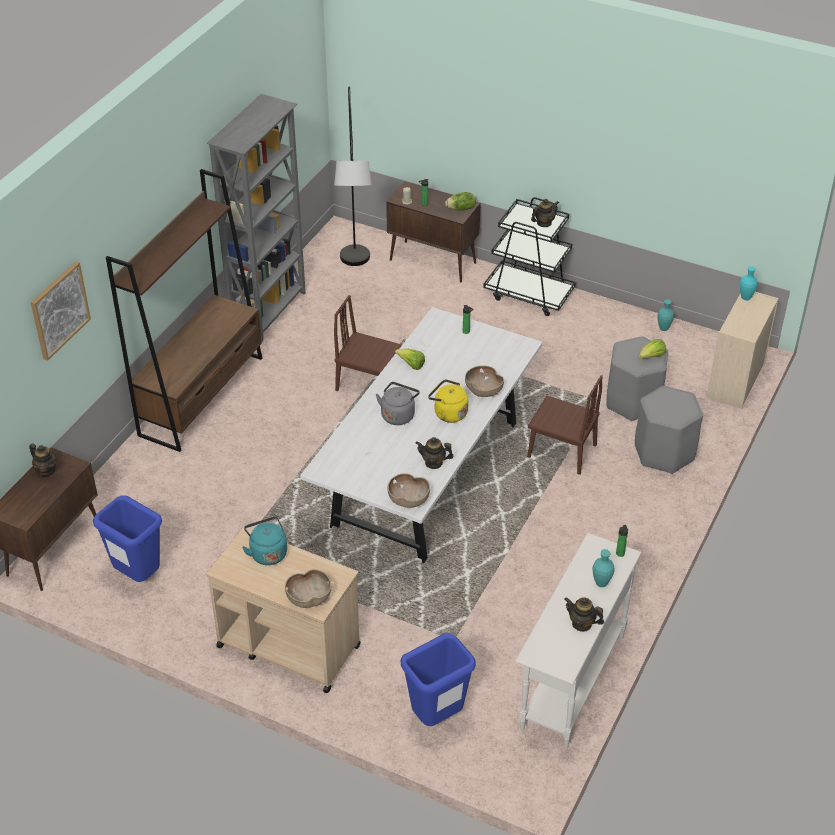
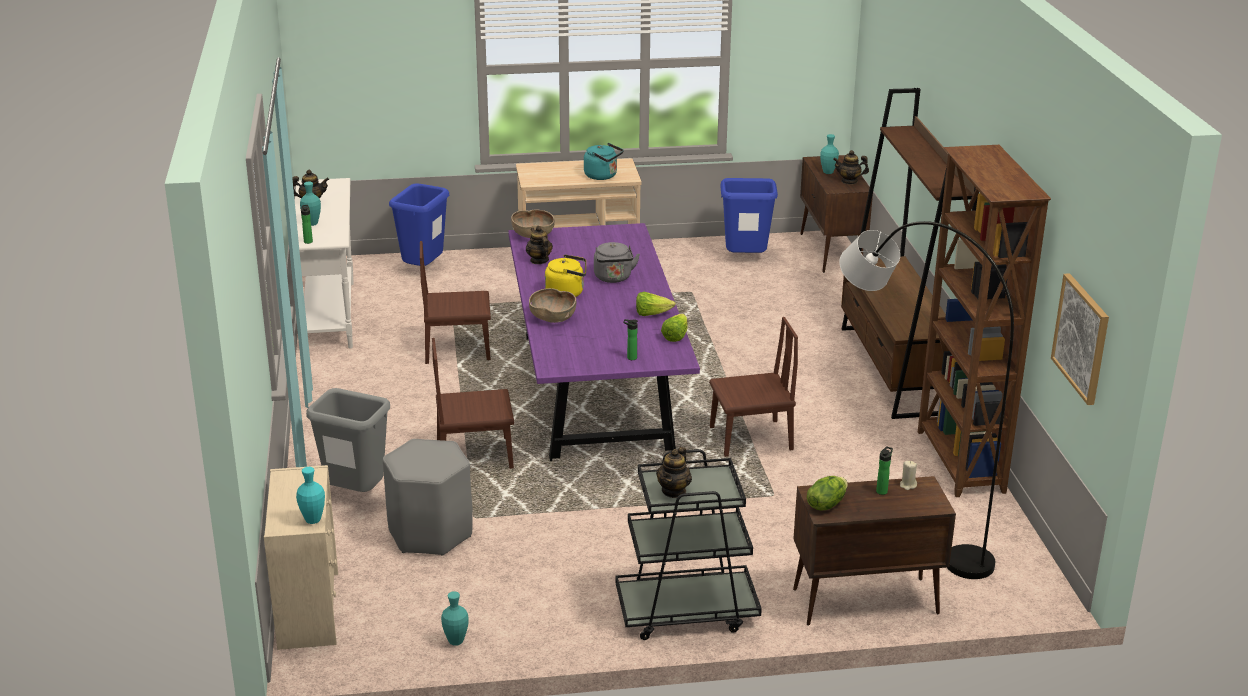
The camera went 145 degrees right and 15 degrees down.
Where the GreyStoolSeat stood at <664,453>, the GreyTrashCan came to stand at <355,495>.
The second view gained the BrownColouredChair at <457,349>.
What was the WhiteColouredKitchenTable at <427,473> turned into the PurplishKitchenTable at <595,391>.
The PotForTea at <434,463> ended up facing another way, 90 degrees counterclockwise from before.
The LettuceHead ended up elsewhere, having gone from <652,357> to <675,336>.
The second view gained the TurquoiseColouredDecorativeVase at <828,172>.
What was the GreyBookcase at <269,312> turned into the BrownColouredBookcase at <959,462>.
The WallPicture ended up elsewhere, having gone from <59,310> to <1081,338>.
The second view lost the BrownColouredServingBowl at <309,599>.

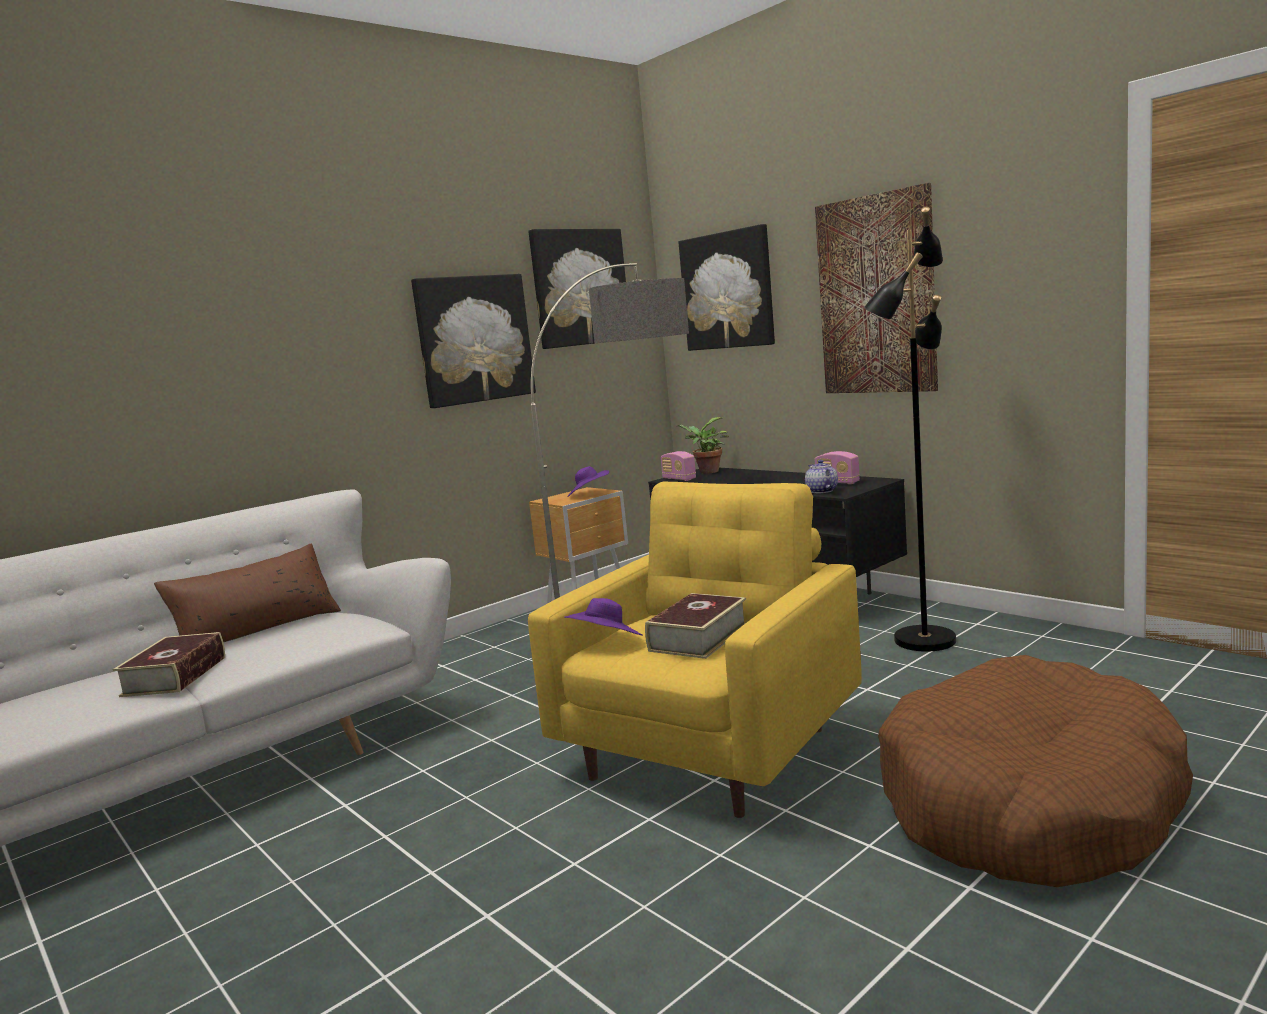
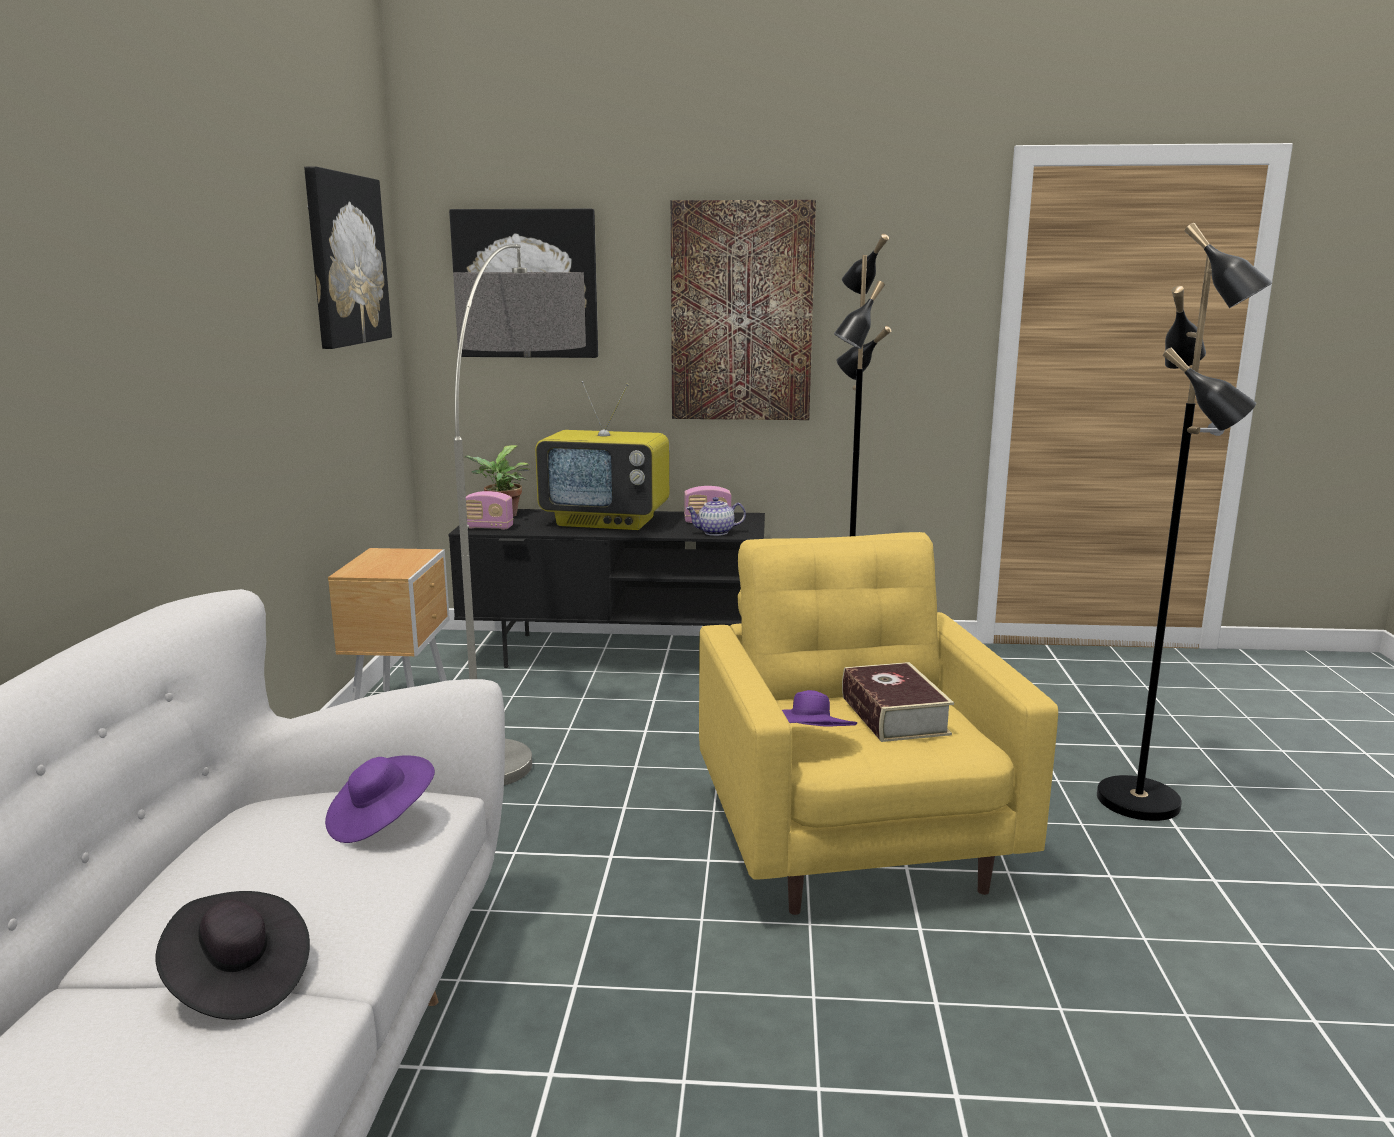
The camera went 45 degrees left and 5 degrees up.
Where the Book stood at <175,676>, the BlackColouredClothingHat came to stand at <237,981>.
The PurplishClothingHat ended up elsewhere, having gone from <588,494> to <380,821>.
The second view gained the TvSet at <607,521>.
The PotForTea at <821,491> ended up facing another way, 45 degrees counterclockwise from before.
Where the BrownColouredPetBed stood at <1028,804>, the BlackColouredStandingLamp came to stand at <1141,801>.
The second view lost the BrownColouredThrowPillow at <258,631>.
The second view lost the WallPicture at <474,339>.

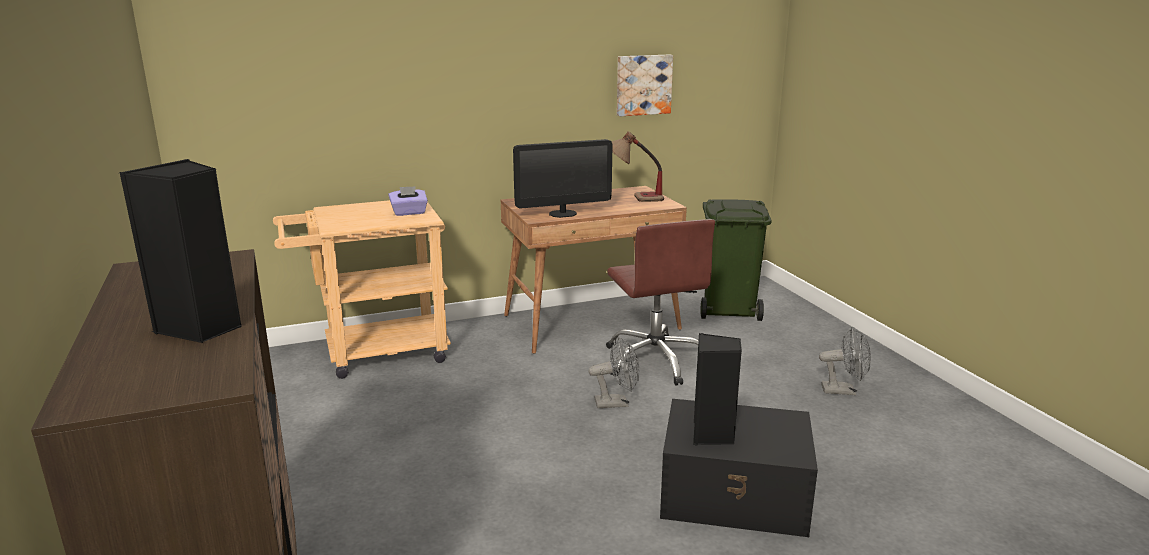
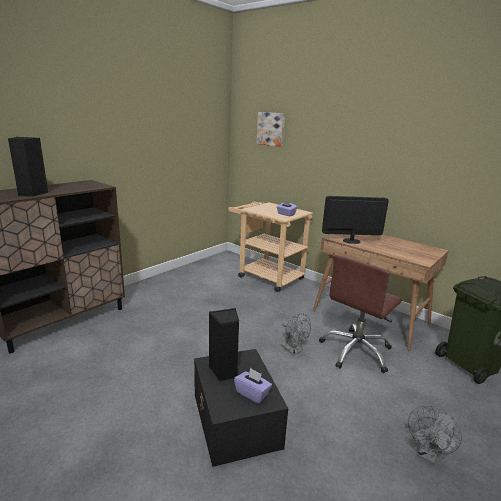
The camera went 60 degrees right and 0 degrees up.
The second view gained the PurplishBoxOfTissues at <252,393>.
The WallPicture ended up elsewhere, having gone from <643,84> to <271,129>.
The ComputerDisplay at <562,213> ended up facing another way, 135 degrees clockwise from before.
The GreyElectricFan at <844,390> ended up facing another way, 60 degrees clockwise from before.
The second view lost the TabletopLamp at <633,199>.

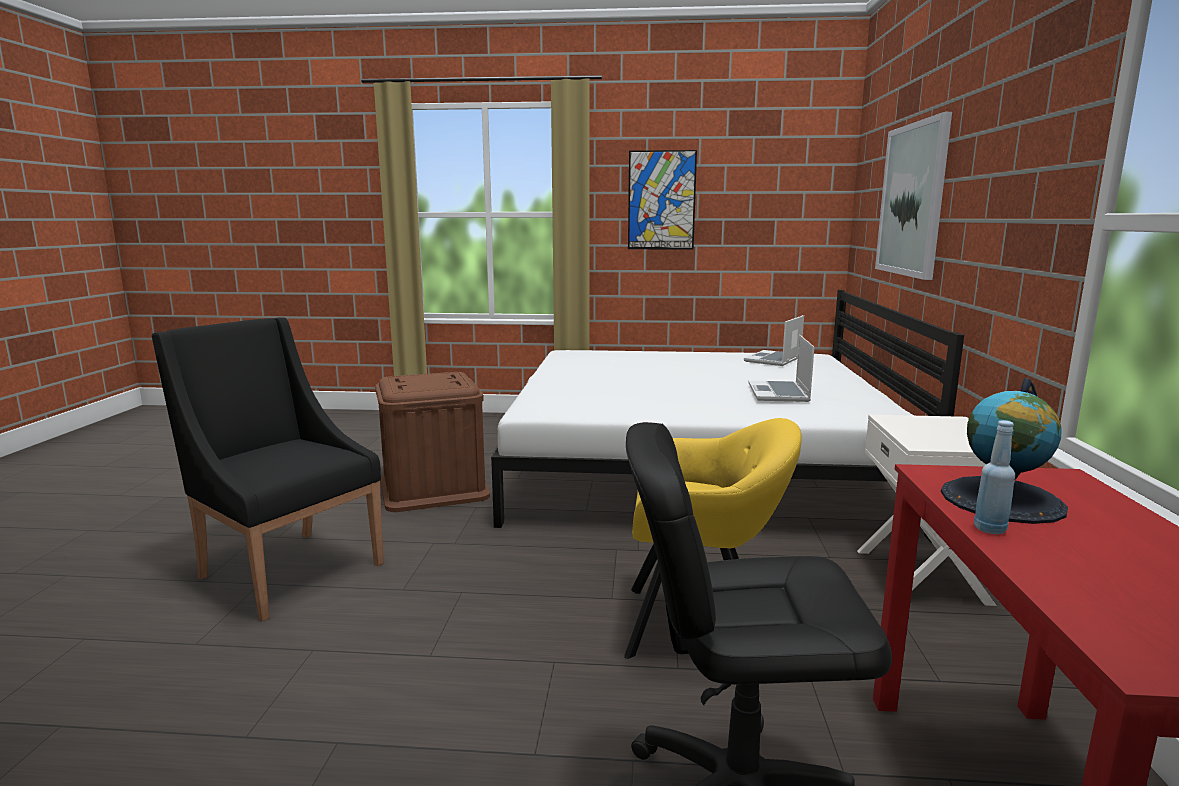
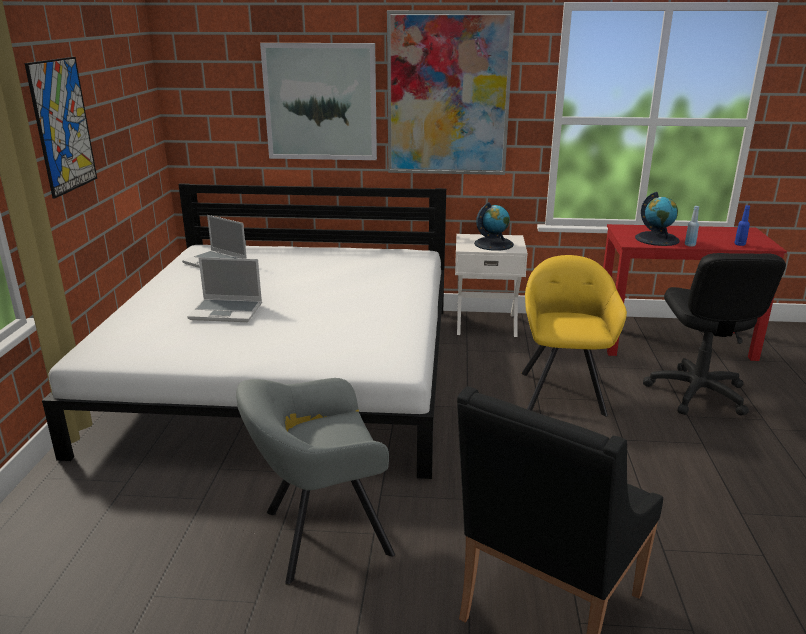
The camera went 90 degrees left and 10 degrees up.
The Laptop ended up elsewhere, having gone from <779,393> to <227,311>.
Where the BrownColouredStorageBin stood at <433,488>, the GreyLoungeChair came to stand at <320,534>.
The second view gained the WallPicture at <448,95>.
The second view gained the DeskGlobe at <493,244>.
The second view gained the BluishBeverageBottle at <739,244>.

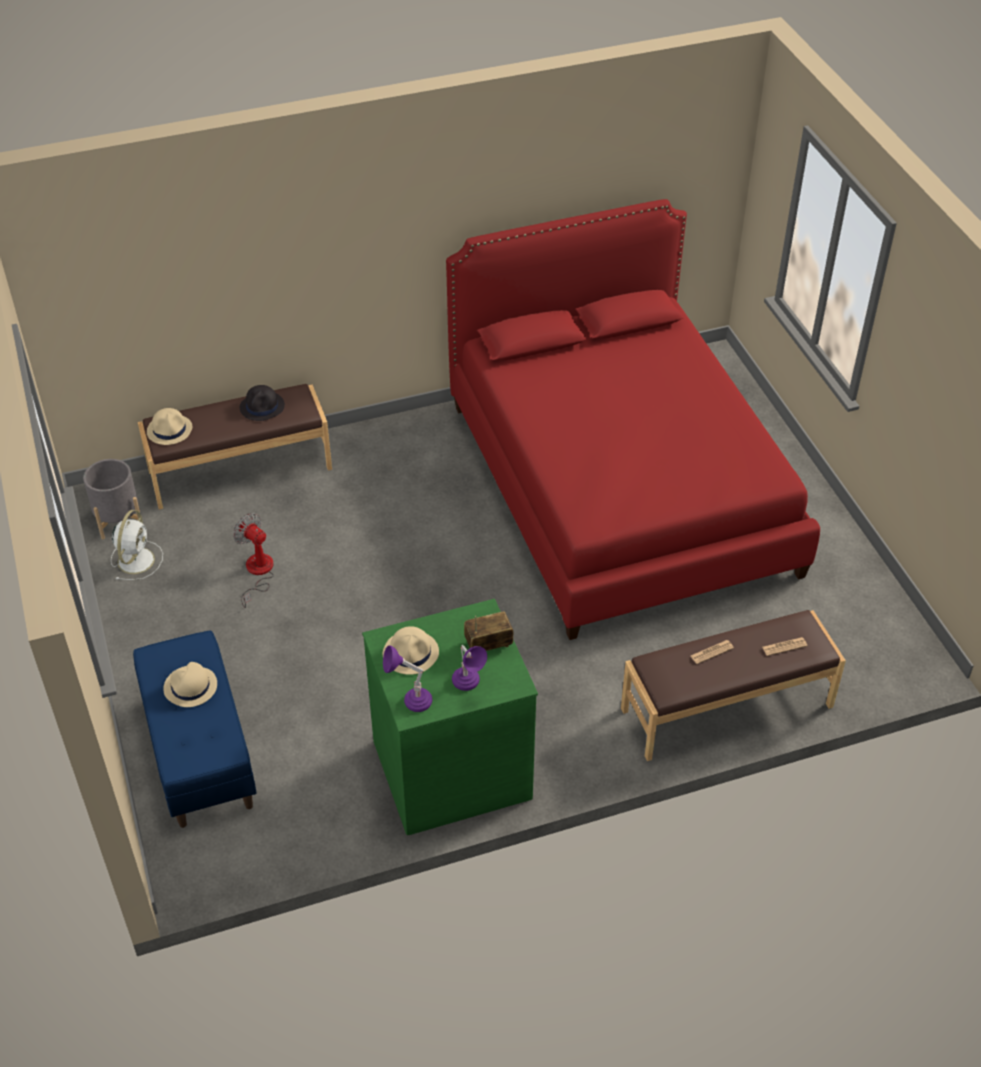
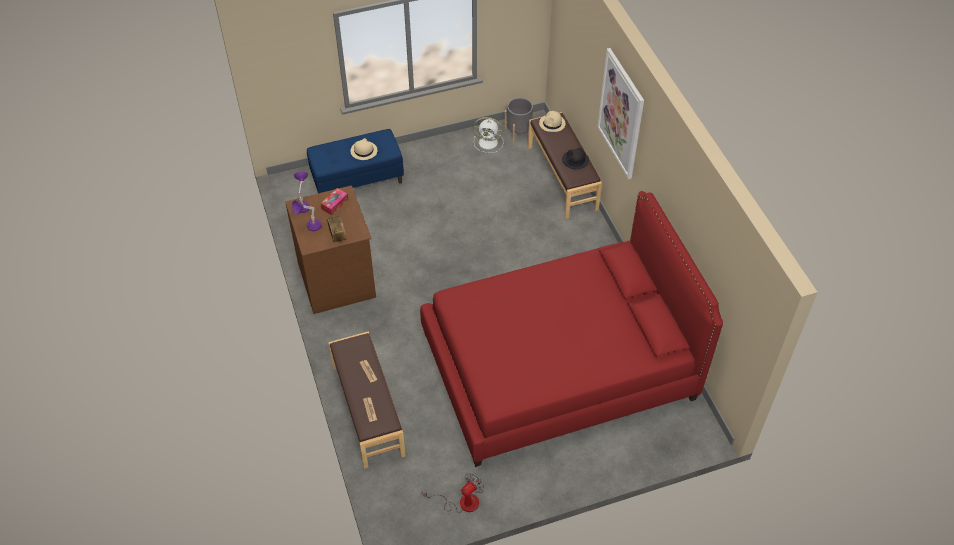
The camera went 90 degrees right and 5 degrees up.
What was the GreenChestOfDrawers at <451,767> turned into the BrownColouredChestOfDrawers at <337,279>.
Where the SandColouredClothingHat stood at <411,653>, the BoxOfTissues came to stand at <335,204>.
The ElectricFan ended up elsewhere, having gone from <257,573> to <461,502>.
The second view gained the WallPicture at <621,114>.

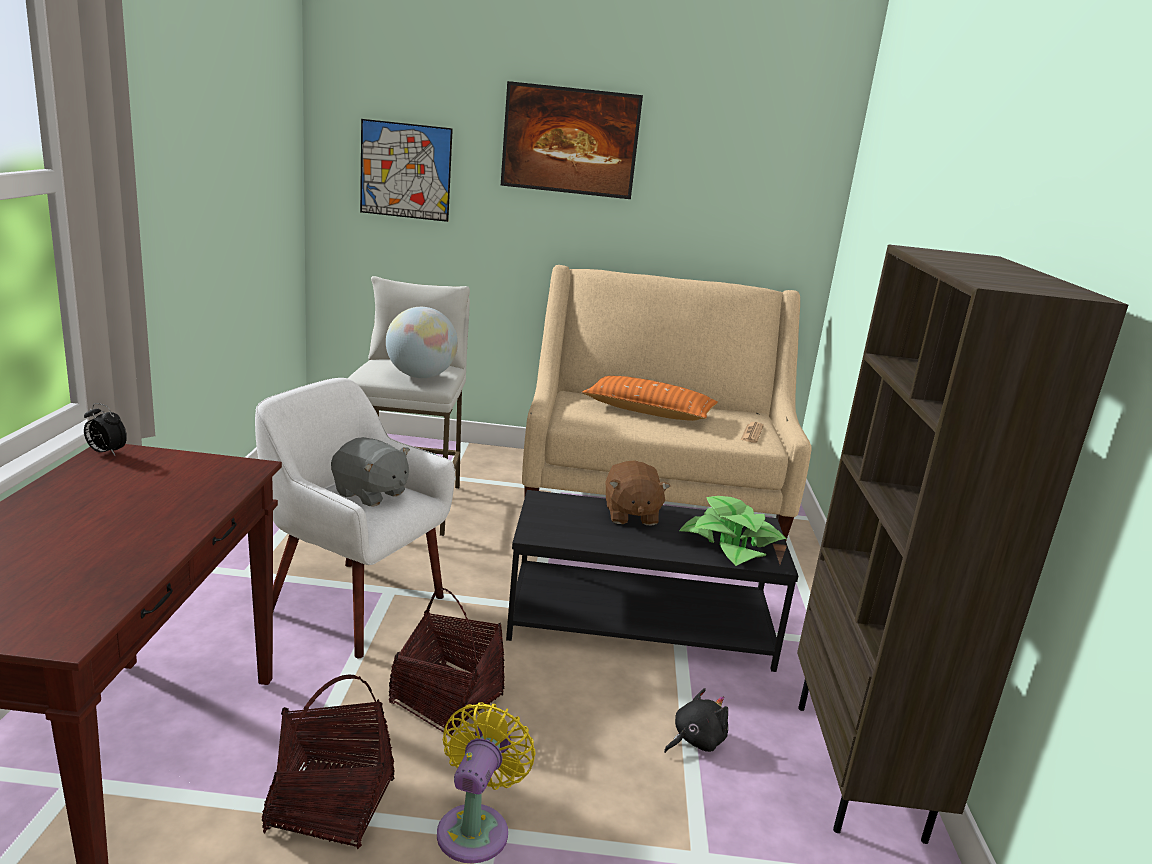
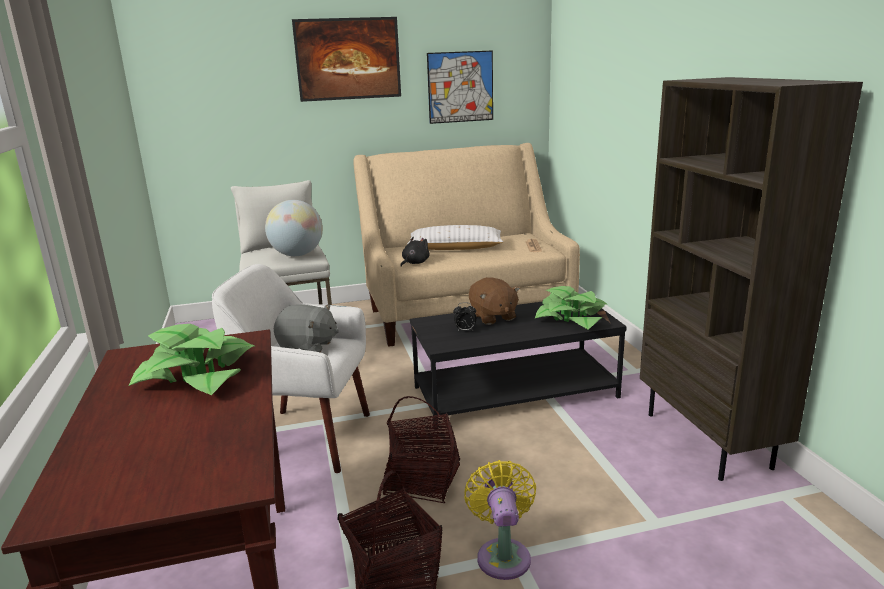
The camera went 15 degrees left and 0 degrees up.
The second view gained the PottedPlant at <198,374>.
The BlackColouredPlushToy ended up elsewhere, having gone from <695,740> to <414,263>.
What was the OrangeThrowPillow at <648,411> turned into the WhiteColouredThrowPillow at <455,248>.
The WallPicture ended up elsewhere, having gone from <405,171> to <460,87>.
The TableClock ended up elsewhere, having gone from <106,453> to <465,330>.

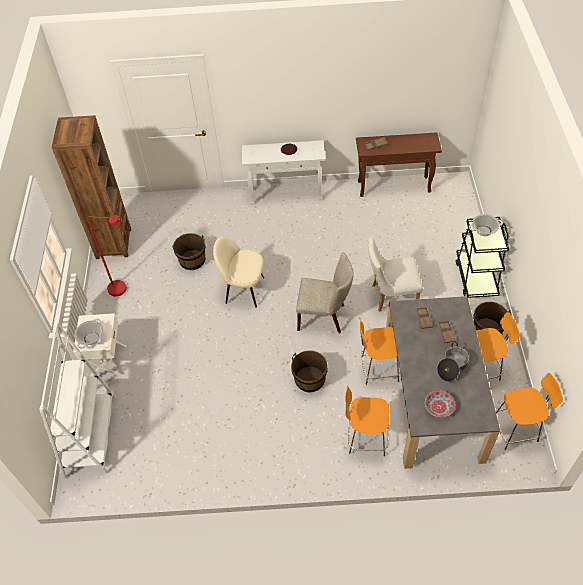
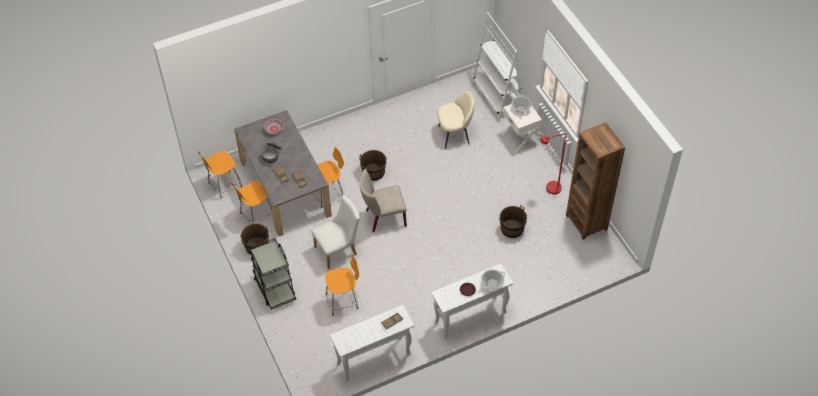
The camera went 155 degrees right and 0 degrees up.
The OrangeStoolSeat ended up elsewhere, having gone from <365,438> to <343,301>.
What was the BrownColouredHallTable at <394,186> turned into the WhiteColouredHallTable at <373,359>.
The SandColouredChair ended up elsewhere, having gone from <243,290> to <455,135>.
The Stockpot ended up elsewhere, having gone from <484,231> to <492,284>.

